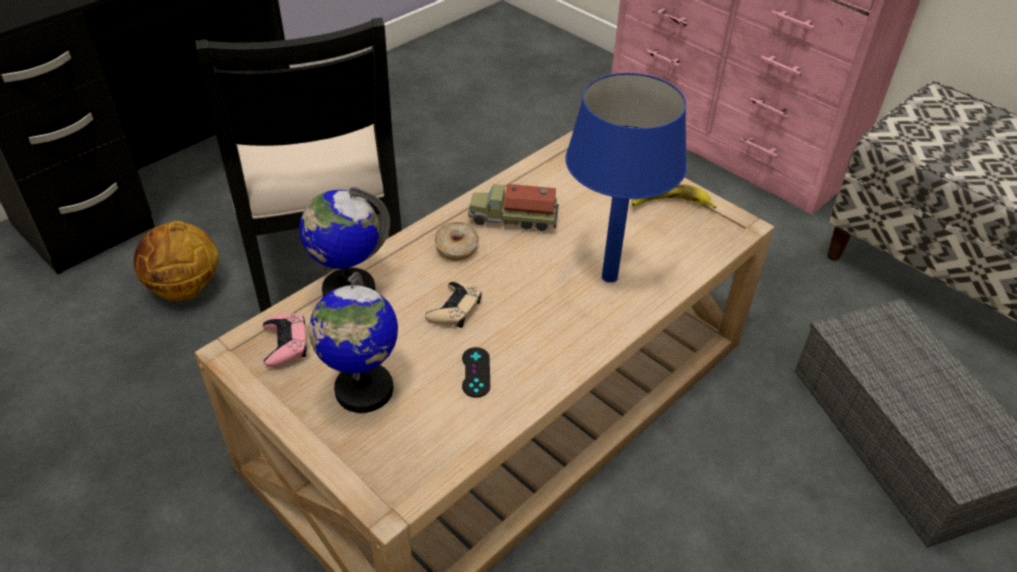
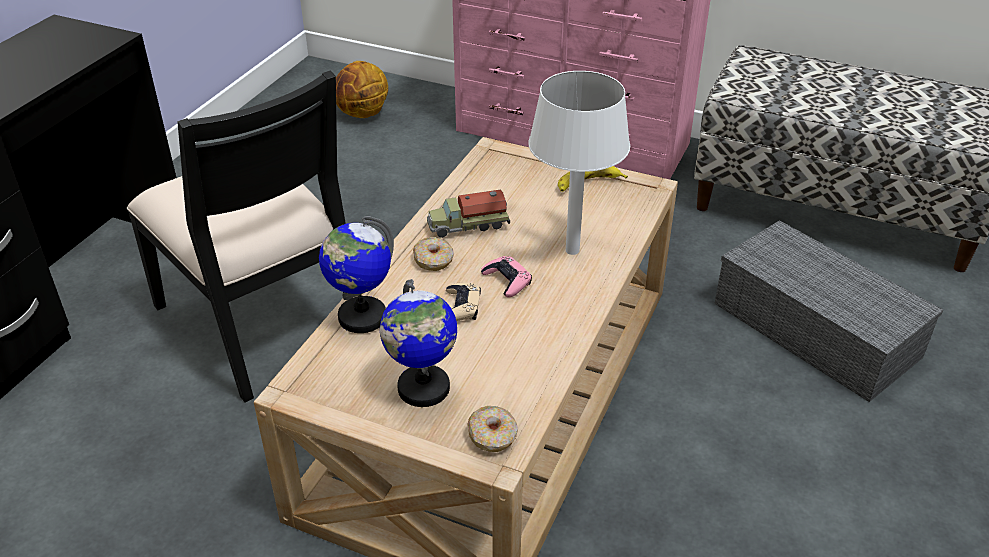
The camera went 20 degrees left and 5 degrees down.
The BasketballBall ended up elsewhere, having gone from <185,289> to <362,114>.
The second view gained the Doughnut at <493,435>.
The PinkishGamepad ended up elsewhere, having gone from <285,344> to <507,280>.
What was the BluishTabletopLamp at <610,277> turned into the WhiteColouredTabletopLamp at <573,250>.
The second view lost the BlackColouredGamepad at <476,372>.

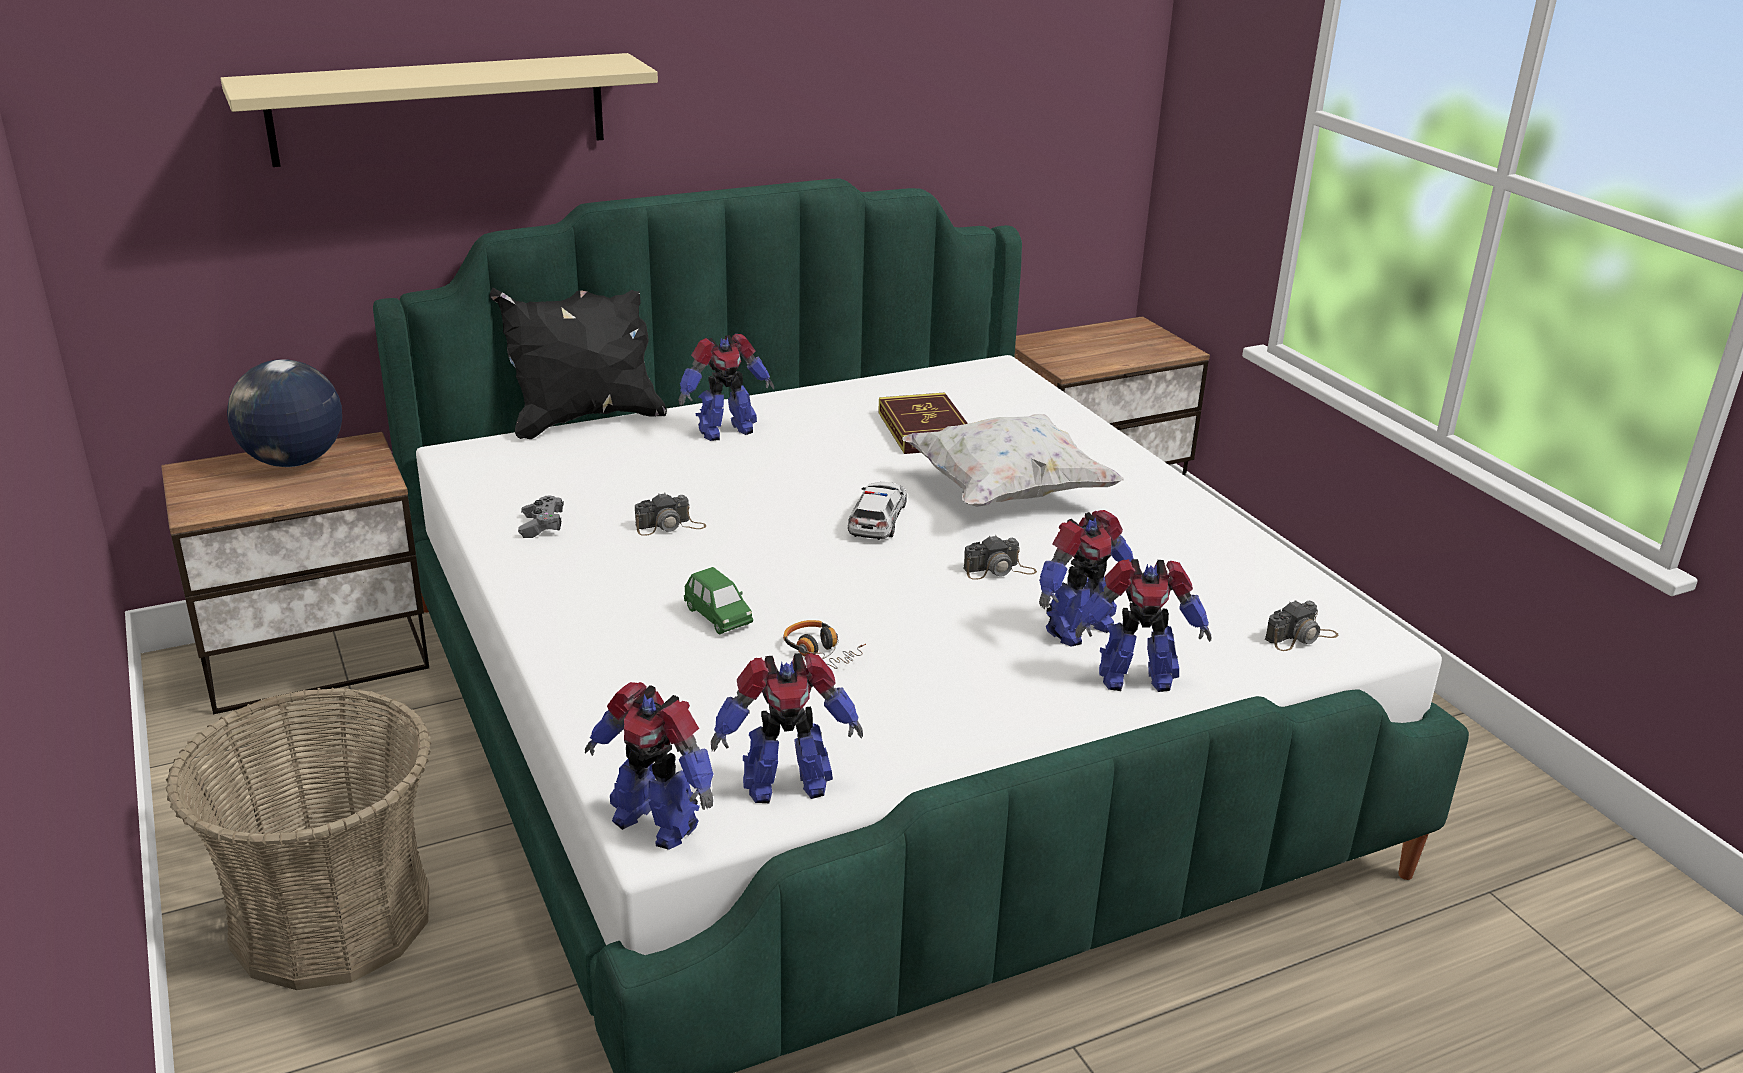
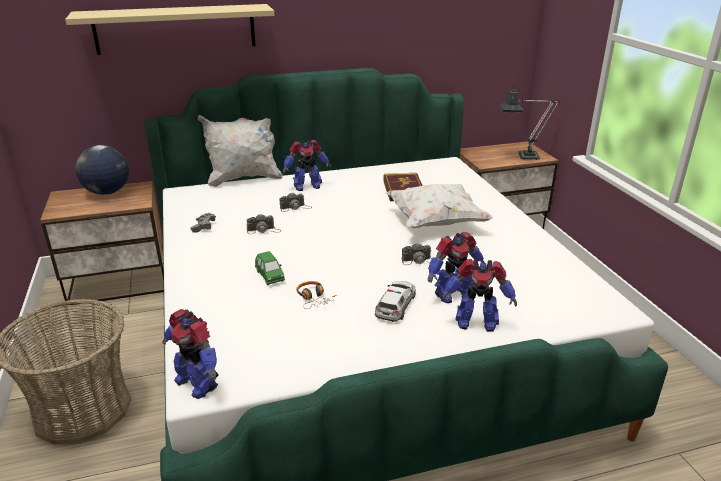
The camera went 10 degrees right and 0 degrees up.
What was the BlackColouredThrowPillow at <585,419> turned into the WhiteColouredThrowPillow at <244,178>.
The StillCamera ended up elsewhere, having gone from <1301,637> to <295,207>.
The MiniatureCar ended up elsewhere, having gone from <877,519> to <396,305>.
The second view gained the TabletopLamp at <523,156>.
The second view lost the ToyRobot at <785,784>.

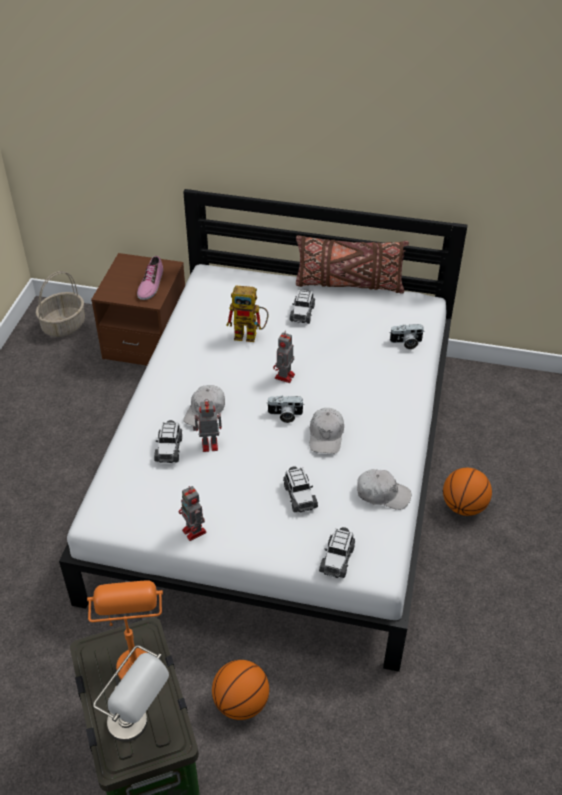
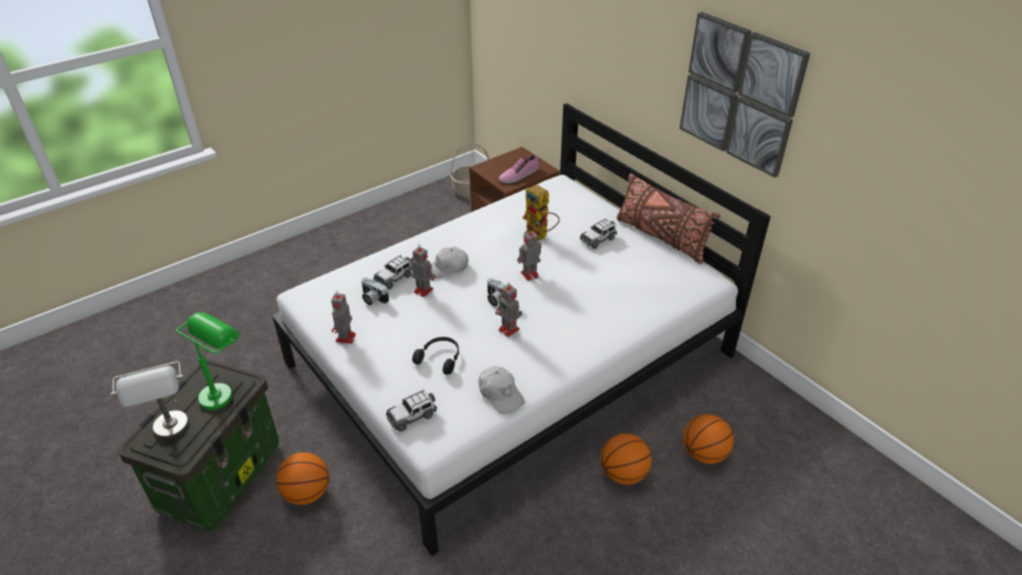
The camera went 40 degrees right and 5 degrees down.
What was the OrangeTabletopLamp at <134,655> turned into the GreenTabletopLamp at <224,390>.
The StillCamera ended up elsewhere, having gone from <406,343> to <372,299>.
Where the MiniatureCar stood at <299,496>, the BlackColouredHeadphones came to stand at <440,358>.
Where the WhiteColouredCap stood at <326,435>, the ToyRobot came to stand at <509,330>.
The second view gained the WallPicture at <740,94>.
The second view gained the BasketballBall at <704,454>.

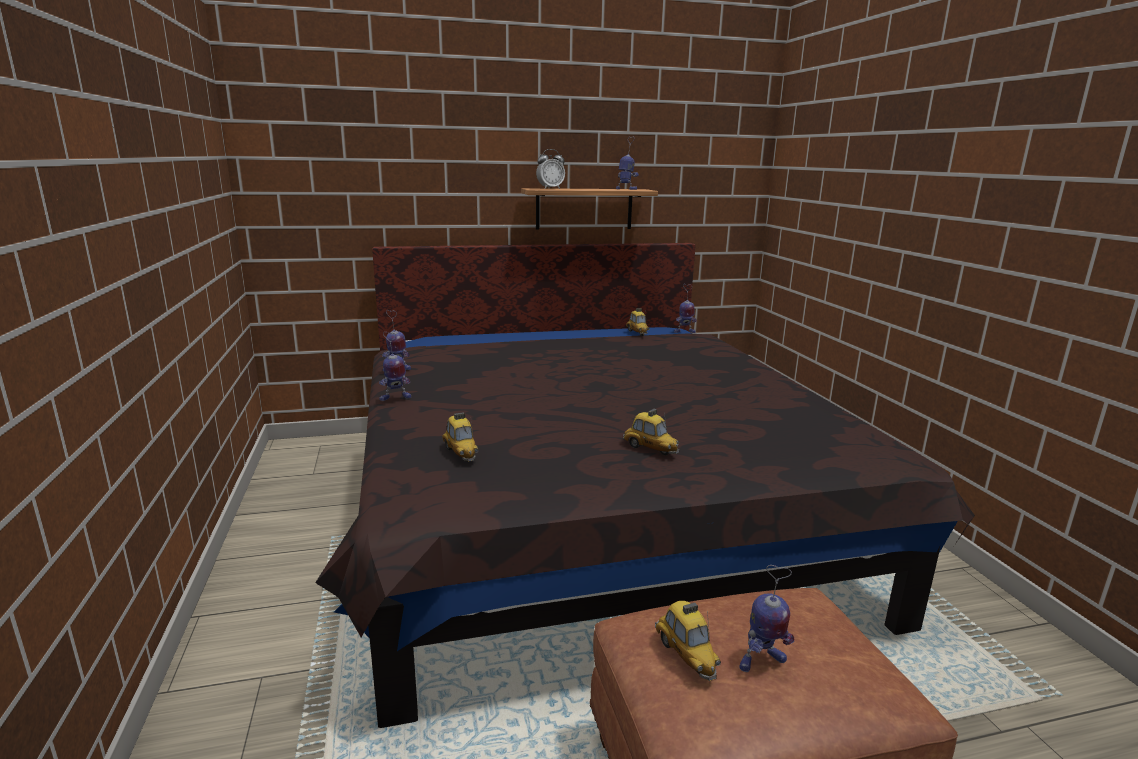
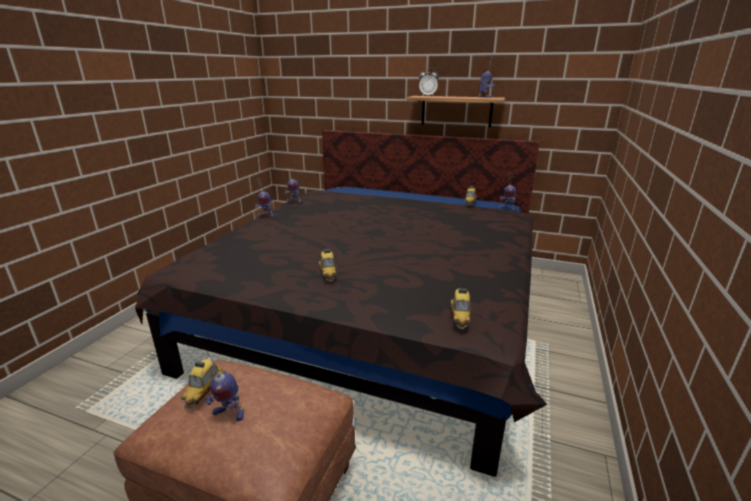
The camera went 35 degrees right and 5 degrees up.
The MiniatureCar ended up elsewhere, having gone from <461,453> to <460,318>.

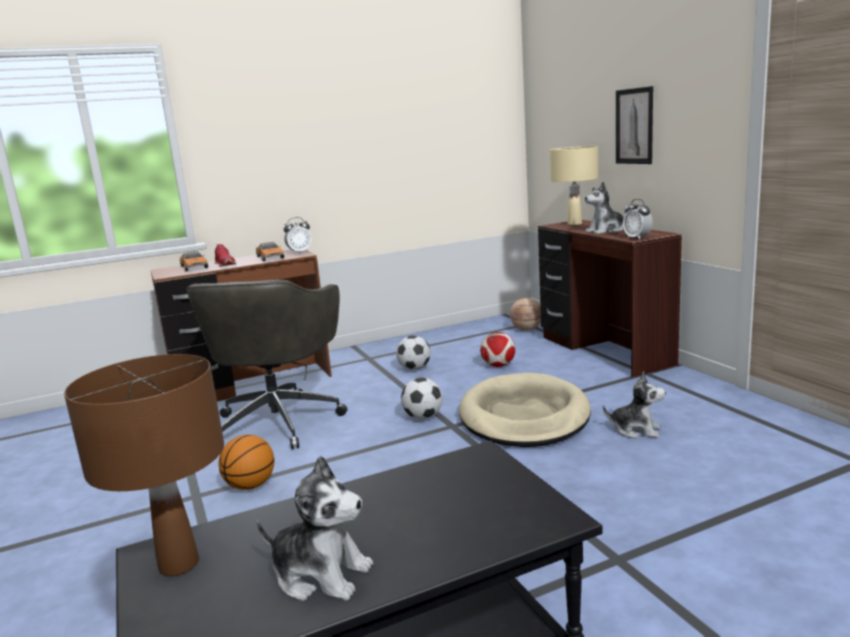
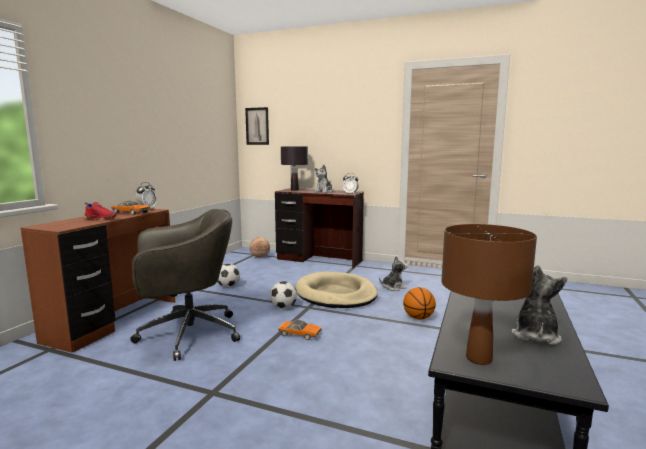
The camera went 45 degrees left and 5 degrees down.
The GreyOfficeChair at <279,421> ended up facing another way, 75 degrees counterclockwise from before.
The WallPicture ended up elsewhere, having gone from <634,126> to <257,126>.
The MiniatureCar ended up elsewhere, having gone from <194,267> to <300,334>.
What was the SandColouredTabletopLamp at <574,224> turned into the BlackColouredTabletopLamp at <294,190>.
The BasketballBall ended up elsewhere, having gone from <251,485> to <418,318>.
The PlushToy at <321,574> ended up facing another way, 45 degrees counterclockwise from before.
The second view lost the FootballBall at <498,365>.

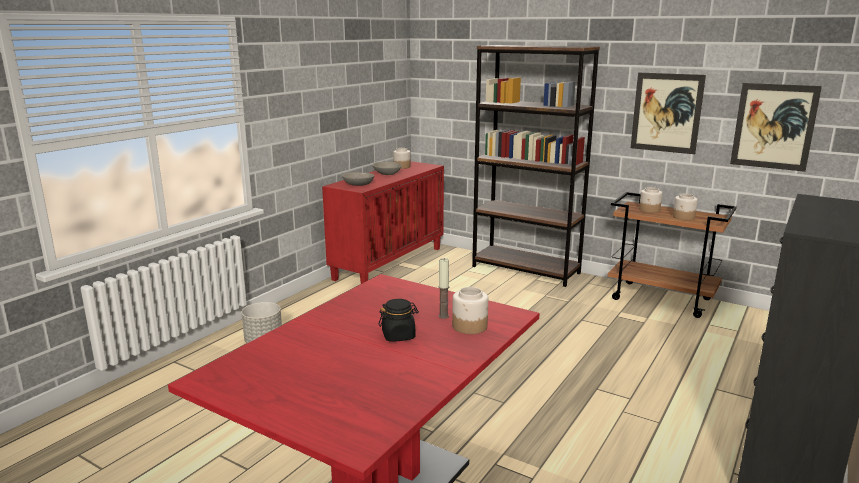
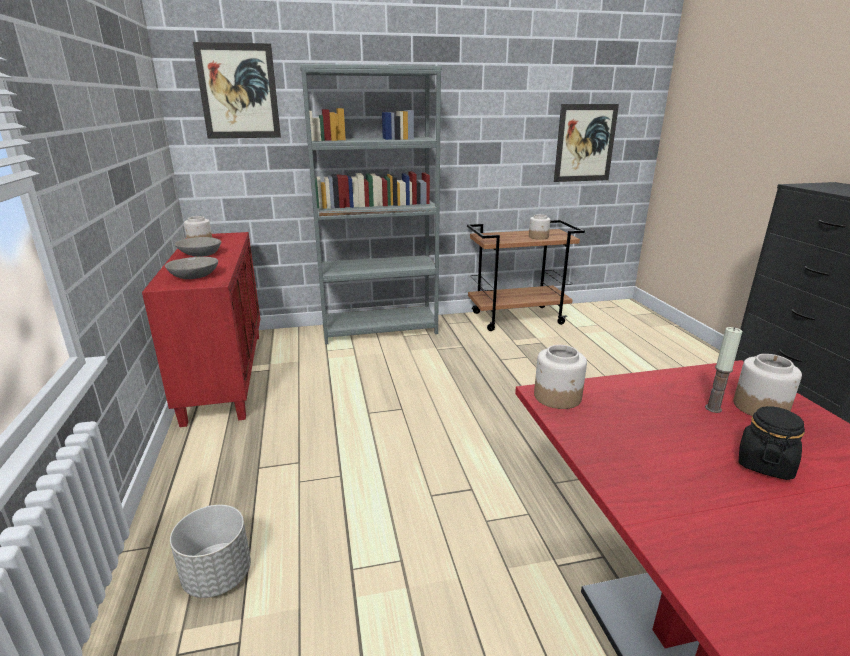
The camera went 45 degrees left and 5 degrees up.
The WallPicture ended up elsewhere, having gone from <666,113> to <238,91>.
What was the BrownColouredBookcase at <526,270> turned into the GreyBookcase at <380,329>.
The PreserveJar ended up elsewhere, having gone from <649,210> to <558,397>.

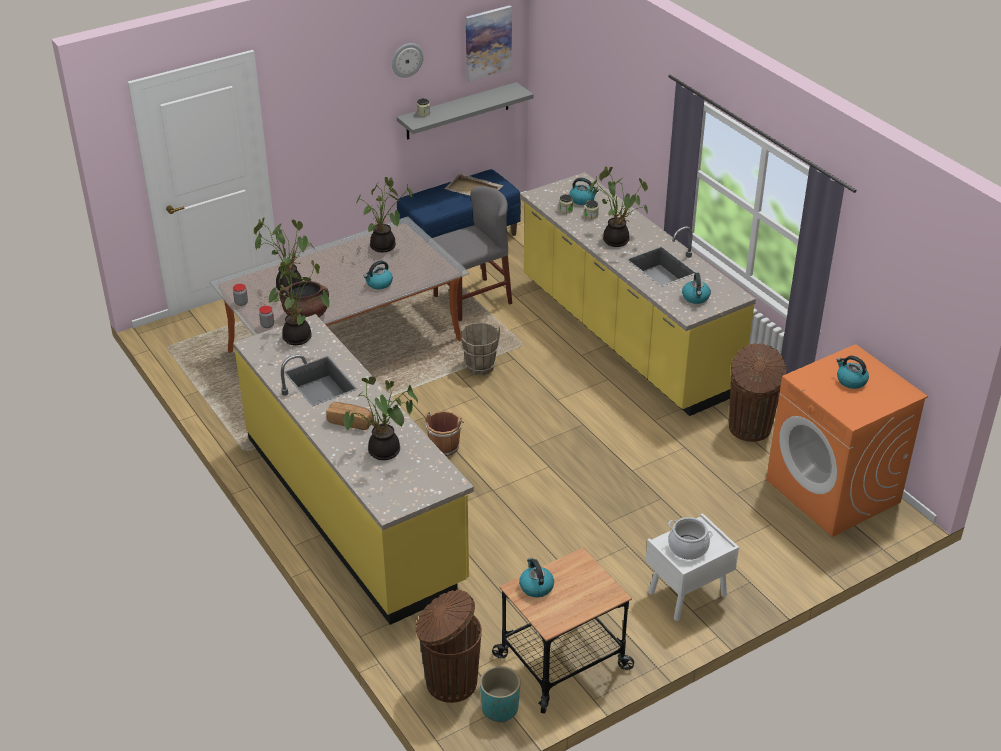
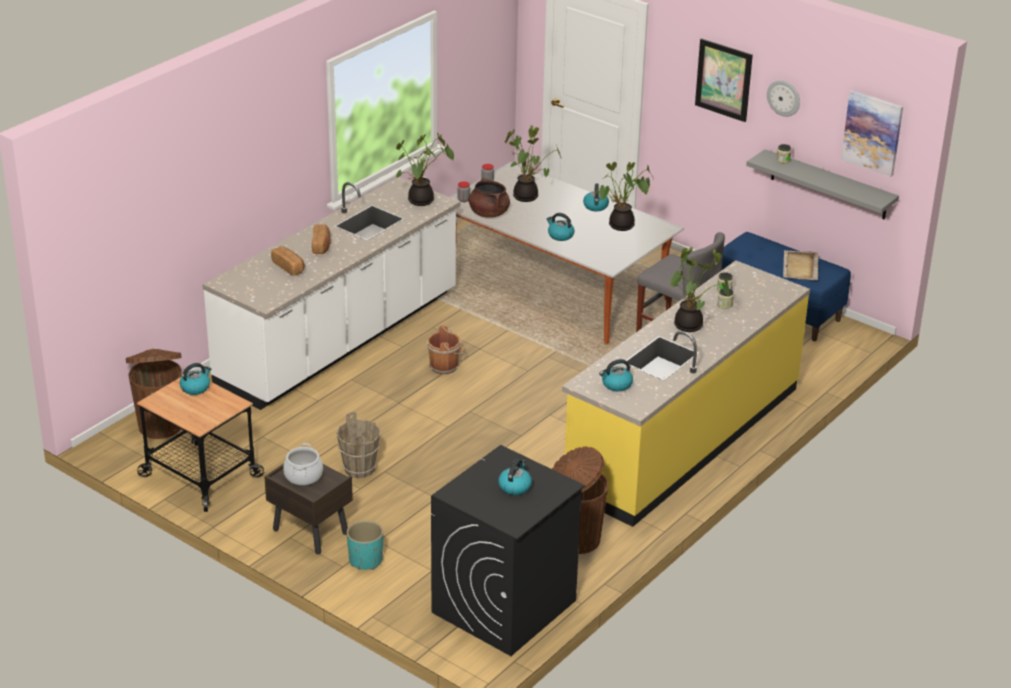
The camera went 70 degrees right and 5 degrees down.
What was the YellowColouredKitchenBaseUnit at <354,508> turned into the WhiteColouredKitchenBaseUnit at <340,340>.
What was the WhiteColouredNightstand at <687,595> turned into the BrownColouredNightstand at <309,531>.
Where the PottedPlant stood at <382,453>, the BakedBread came to stand at <289,267>.
The BrownColouredPail ended up elsewhere, having gone from <480,366> to <360,469>.
The TurquoiseColouredPlanter ended up elsewhere, having gone from <500,708> to <365,560>.
What was the OrangeLaundryMachine at <833,491> turned into the BlackColouredLaundryMachine at <504,607>.
The WaterKettle ended up elsewhere, having gone from <582,200> to <596,207>.
The second view gained the WallPicture at <723,79>.

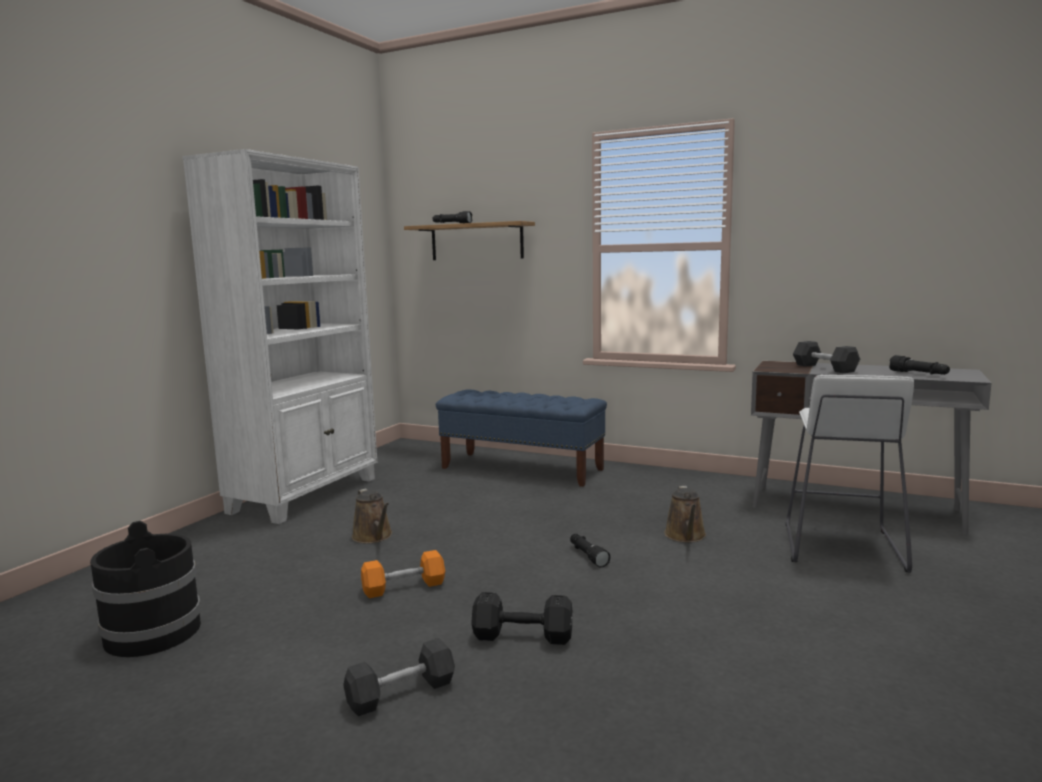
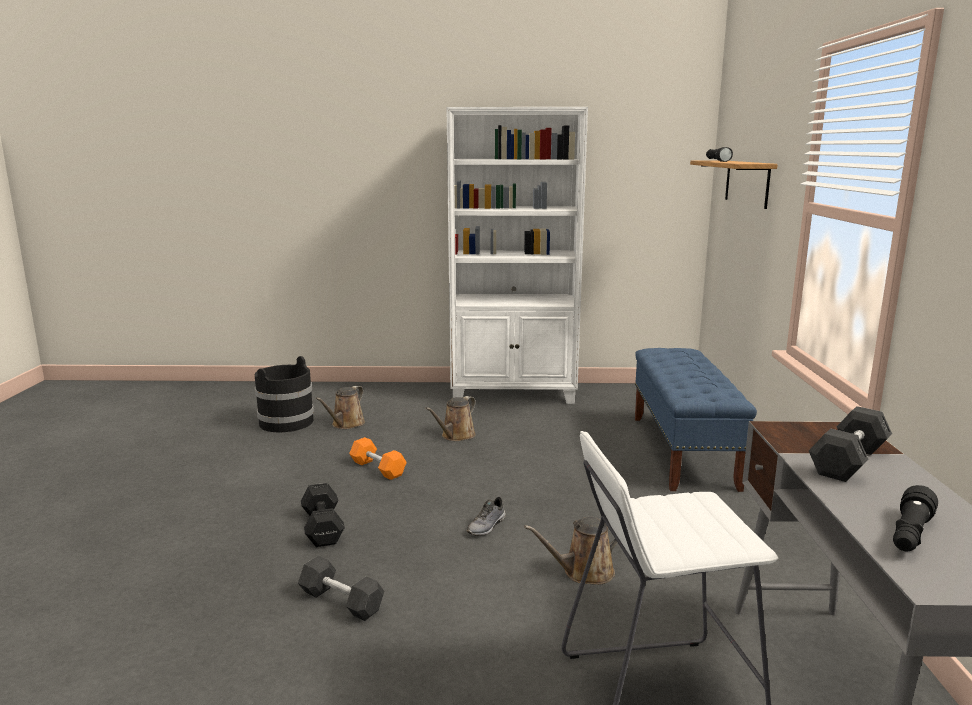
The camera went 65 degrees right and 5 degrees up.
The GreyHandWeight ended up elsewhere, having gone from <401,693> to <341,601>.
The second view gained the BrownColouredSprinklingCan at <346,424>.
Where the BlackColouredHandTorch stood at <587,556>, the GreyLowShoe came to stand at <487,526>.

